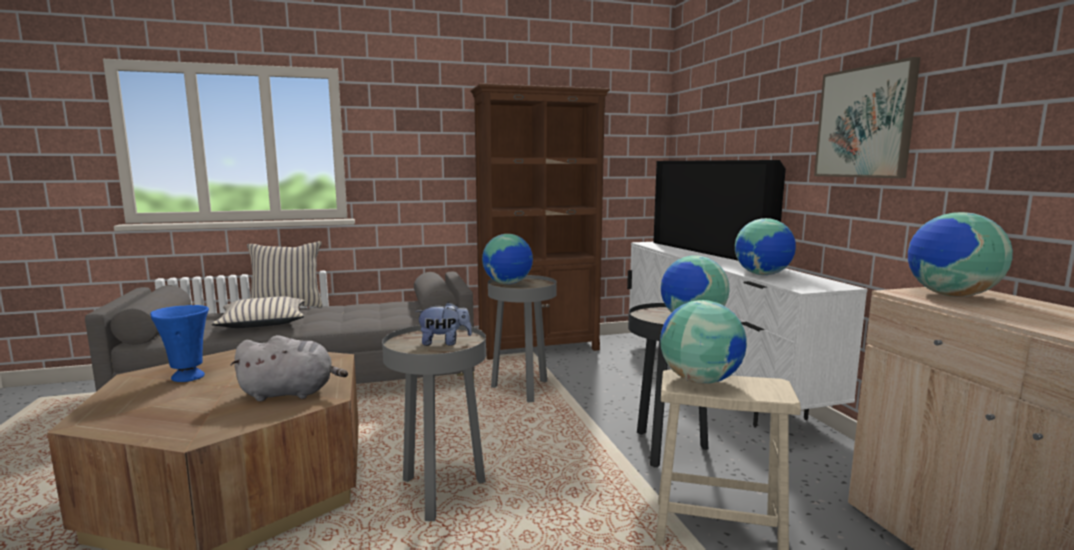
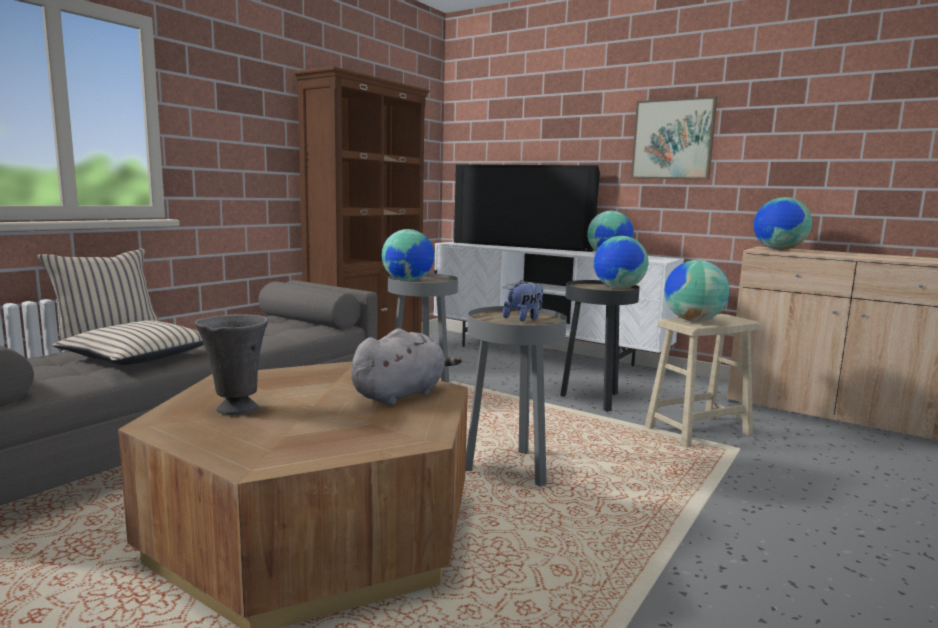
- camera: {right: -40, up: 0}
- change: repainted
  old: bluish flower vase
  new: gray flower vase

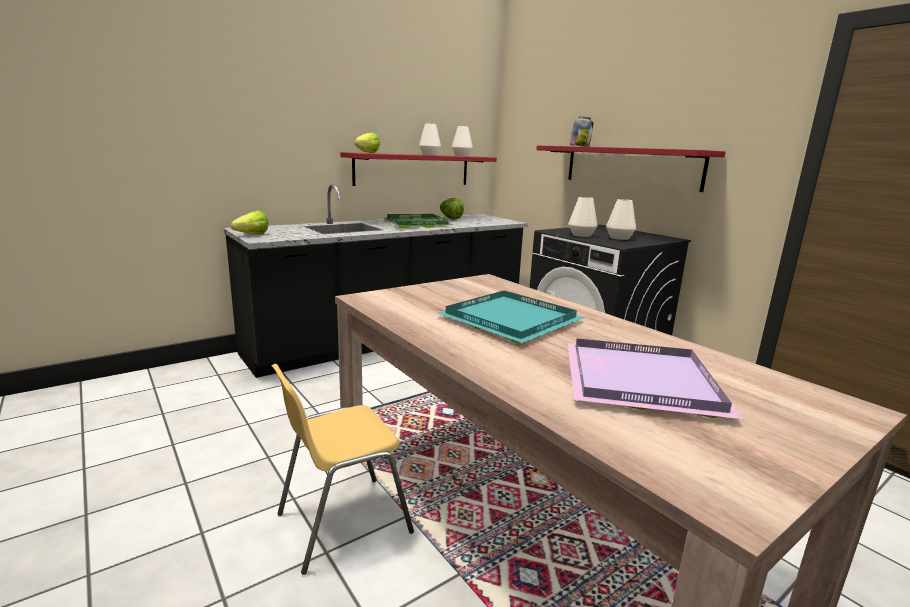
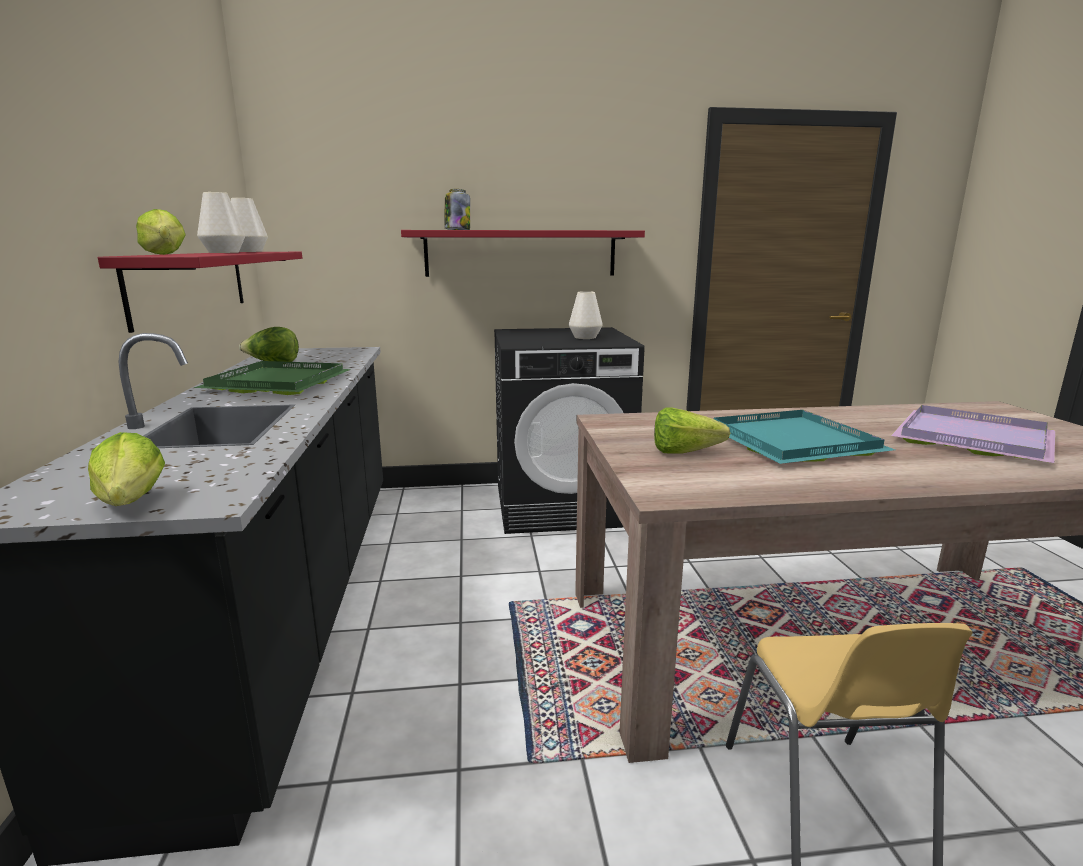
- camera: {right: -60, up: 0}
- change: gone
  old: white-coloured flower vase (no. 3 from left)
- change: new
  new: lettuce (no. 4 from left)

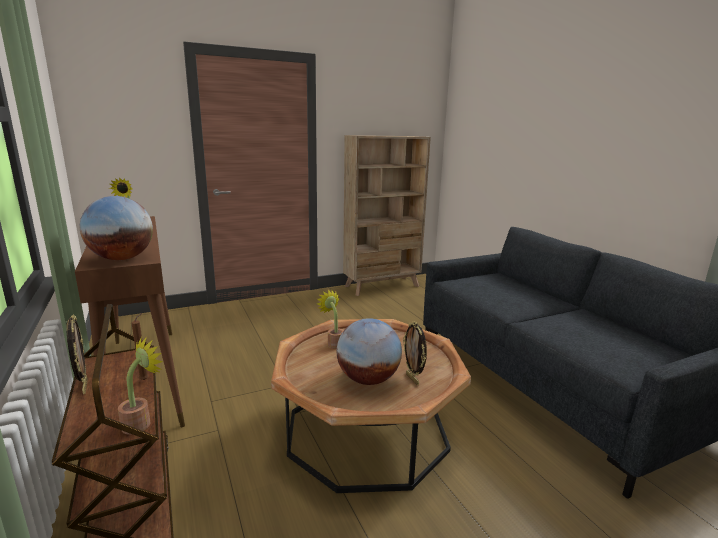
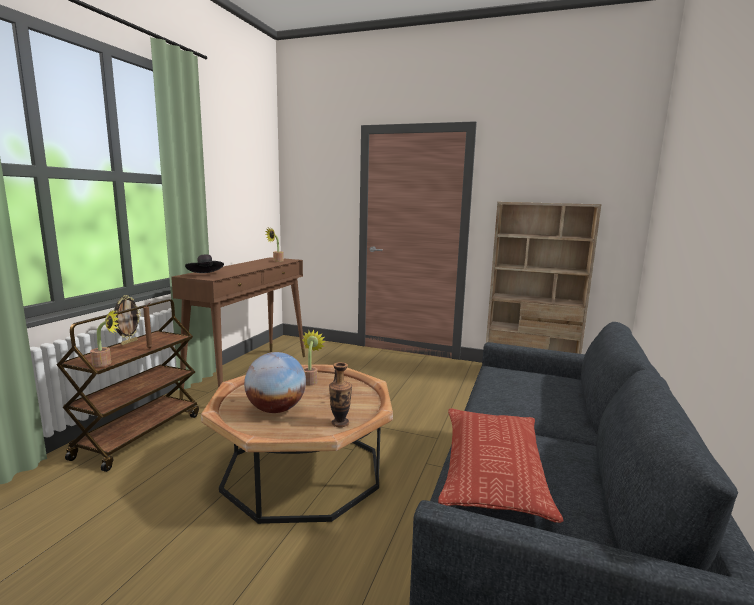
- camera: {right: 45, up: -5}
- change: gone
  old: photo frame (no. 2 from left)
- change: new
  new: flower vase
- change: new
  new: pillow
- change: swapped
  old: globe (no. 1 from left)
  new: black wearable hat

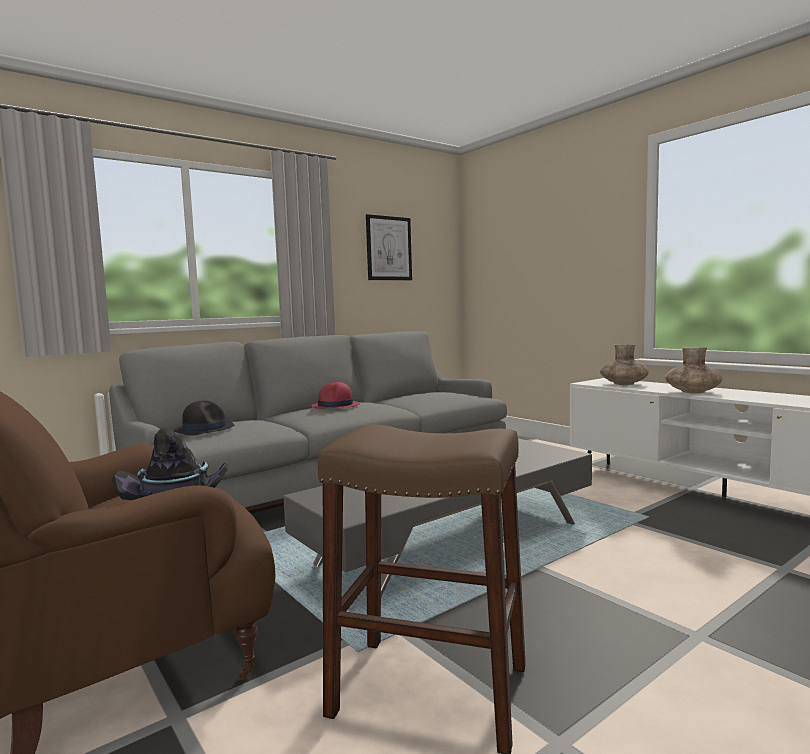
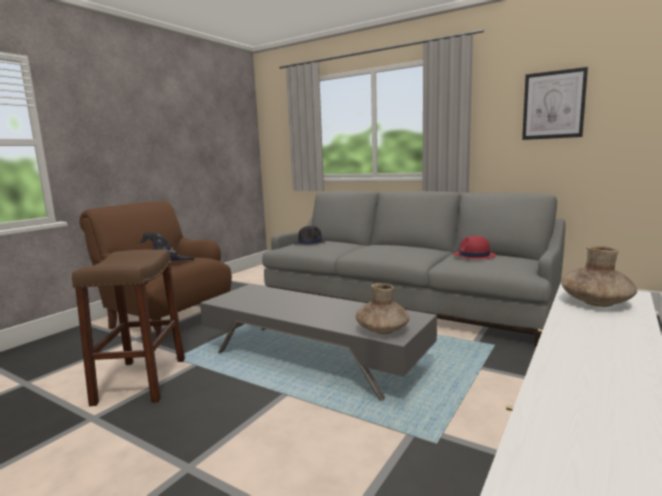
- camera: {right: 70, up: 5}
- change: shifted
  old: red wearable hat
- change: shifted
  old: brown-coloured flower vase (no. 2 from left in the first image)
  new: brown-coloured flower vase (no. 1 from left)

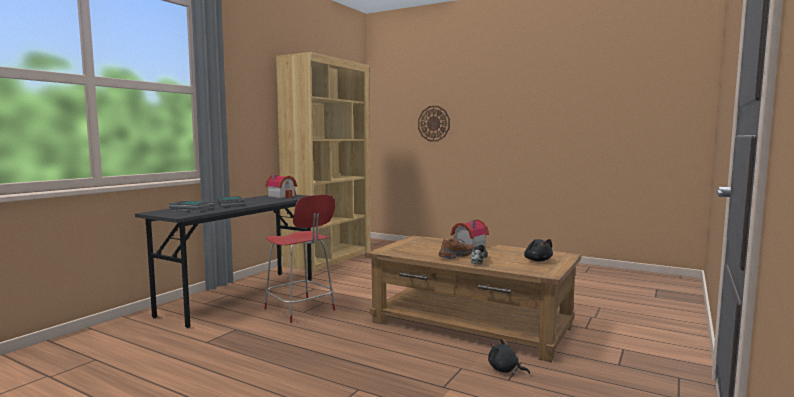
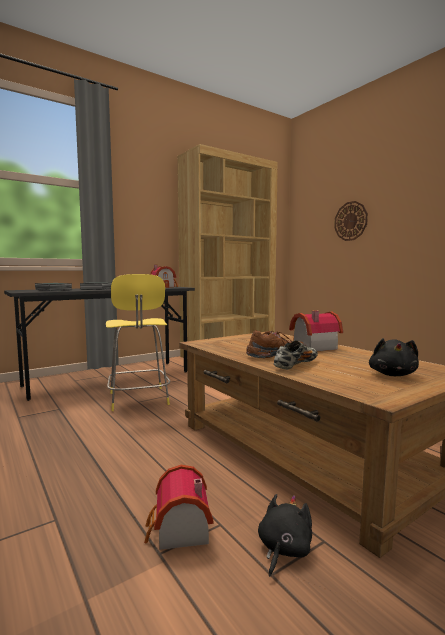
- camera: {right: 25, up: 0}
- change: new
  new: toy house (no. 2 from left)
- change: repainted
  old: red stool
  new: yellow-coloured stool
- change: rotated
  old: black soft toy (no. 1 from left)
  degrees: 60

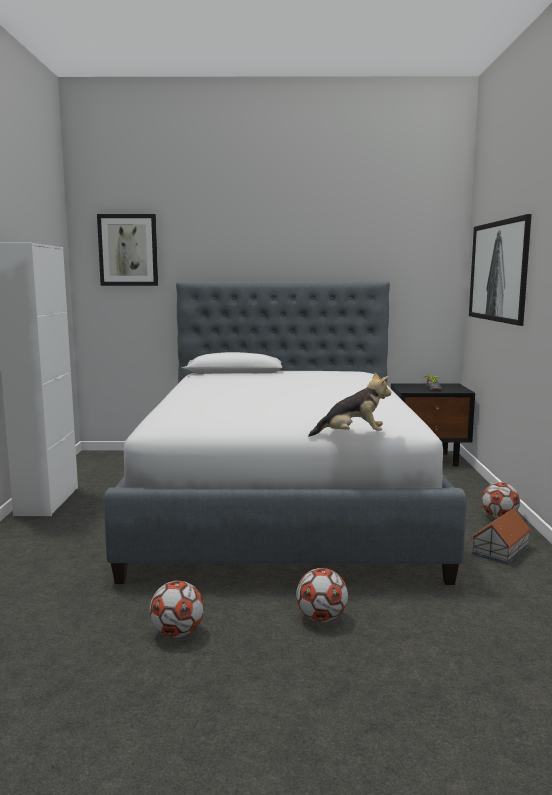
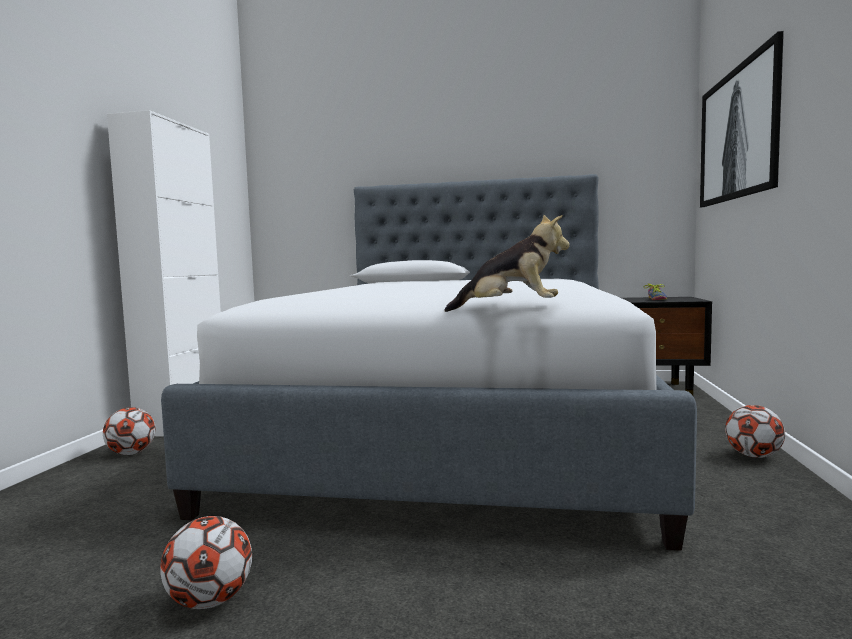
- camera: {right: 10, up: -5}
- change: gone
  old: wall picture (no. 1 from left)
- change: gone
  old: toy house
- change: shifted
  old: ball for football (no. 2 from left in the first image)
  new: ball for football (no. 1 from left)

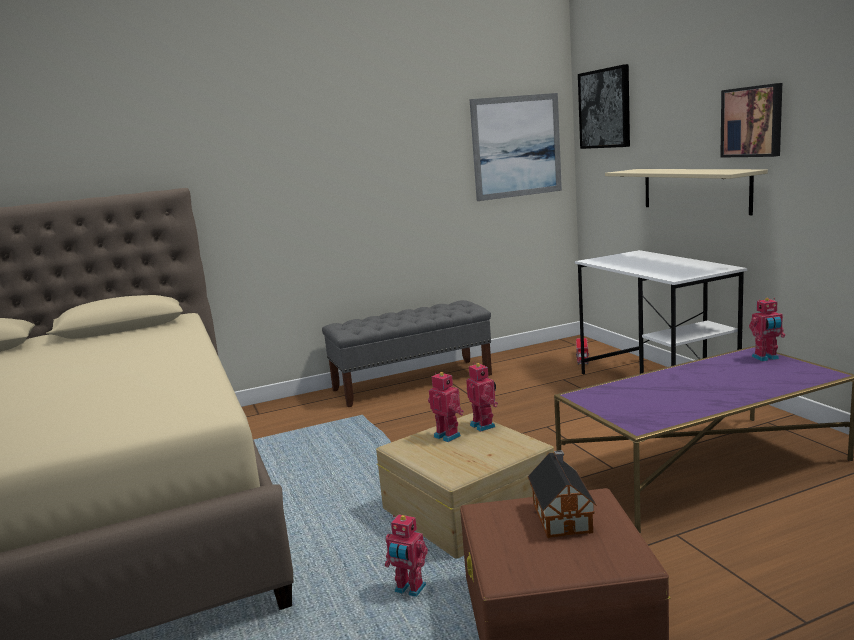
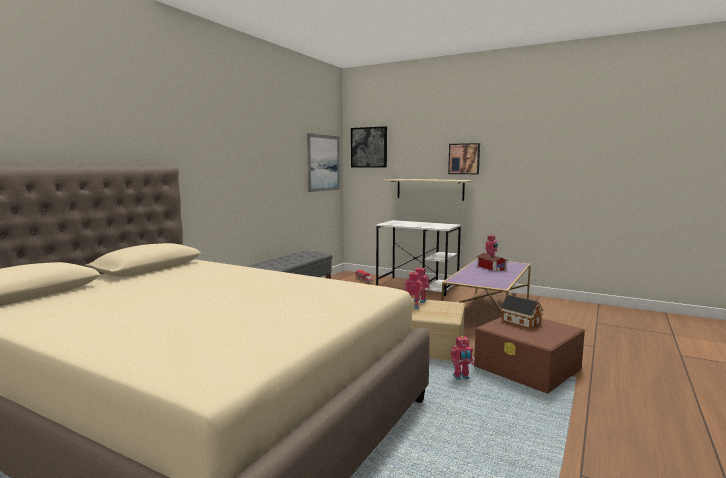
- camera: {right: -40, up: -5}
- change: new
  new: toy house (no. 1 from left)

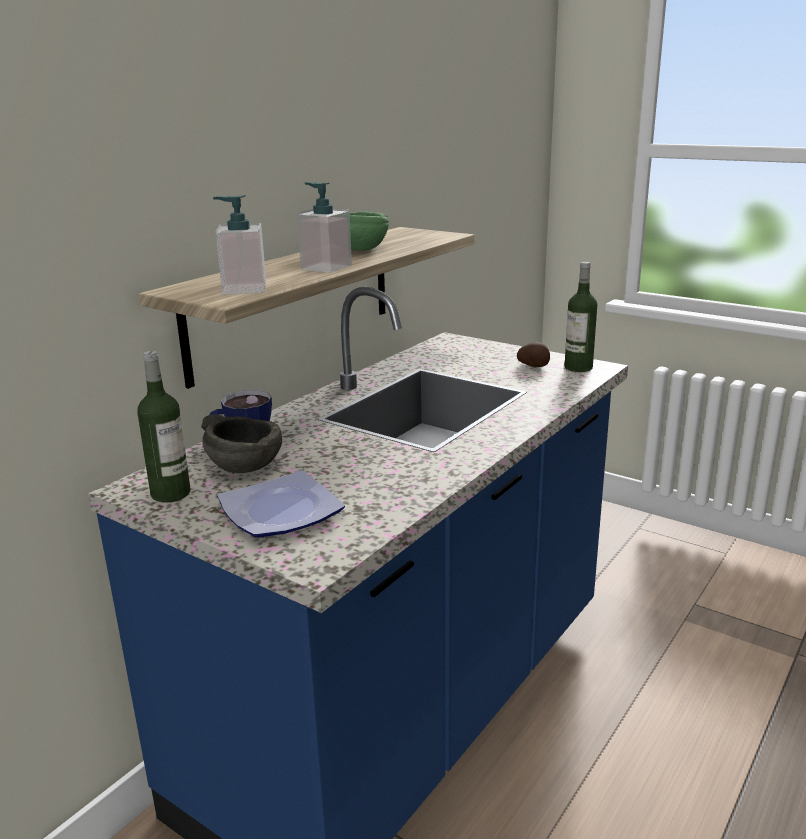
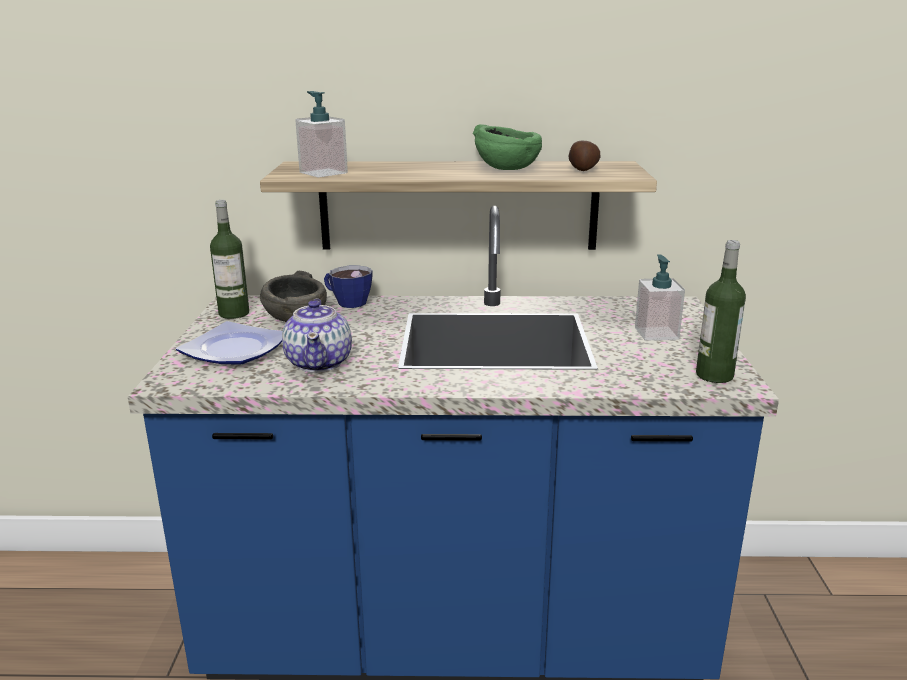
- camera: {right: 55, up: 0}
- change: new
  new: pot for tea
- change: shifted
  old: liquid soap bottle (no. 2 from left)
- change: shifted
  old: spud

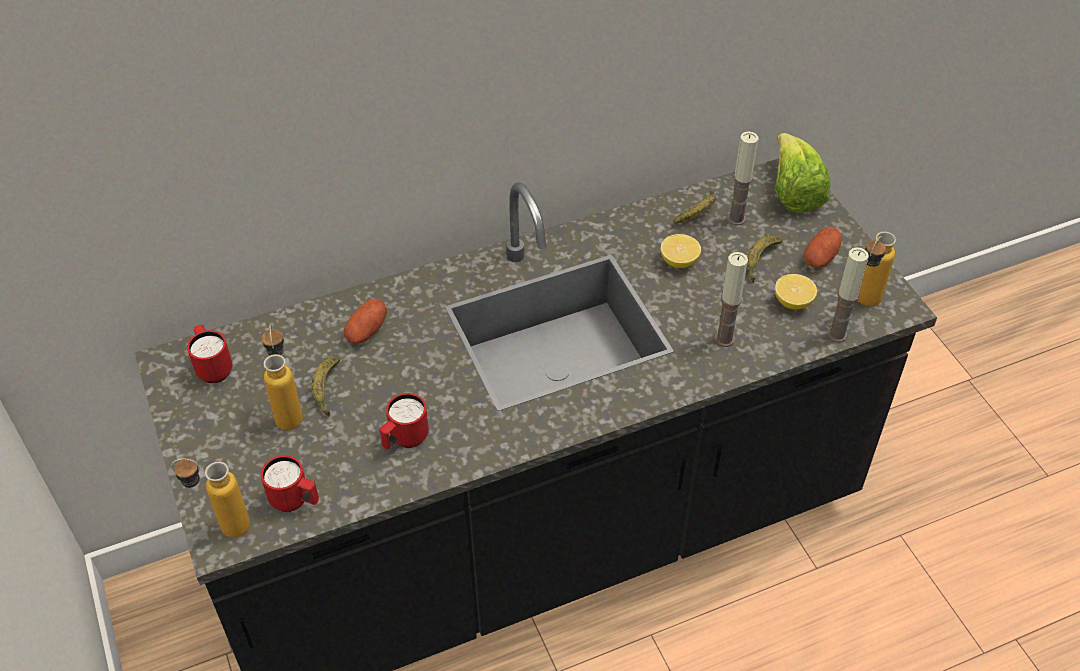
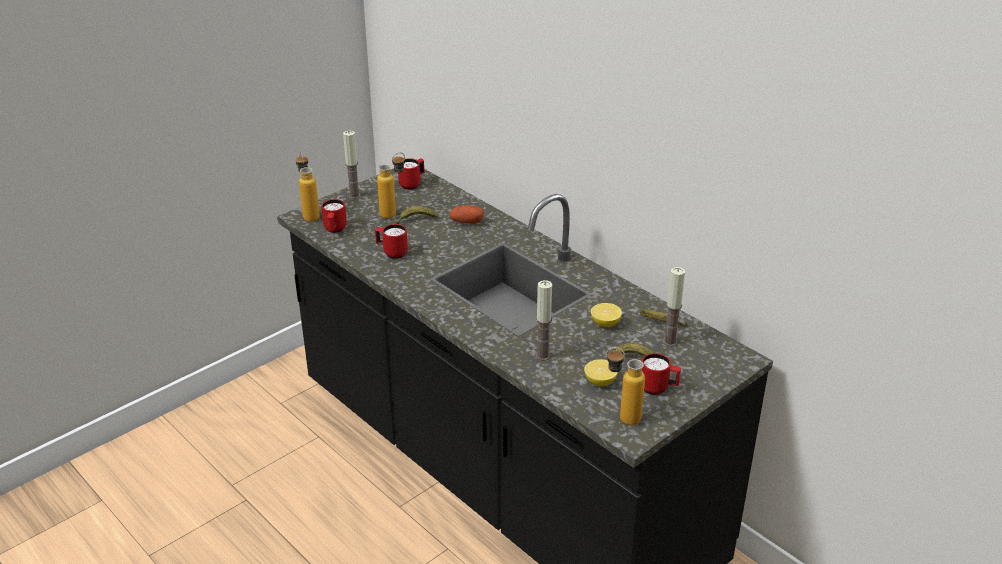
- camera: {right: 70, up: -15}
- change: gone
  old: lettuce
- change: shifted
  old: wax light (no. 3 from left in the first image)
  new: wax light (no. 1 from left)
- change: swapped
  old: spud (no. 2 from left)
  new: red tea mug (no. 4 from left)

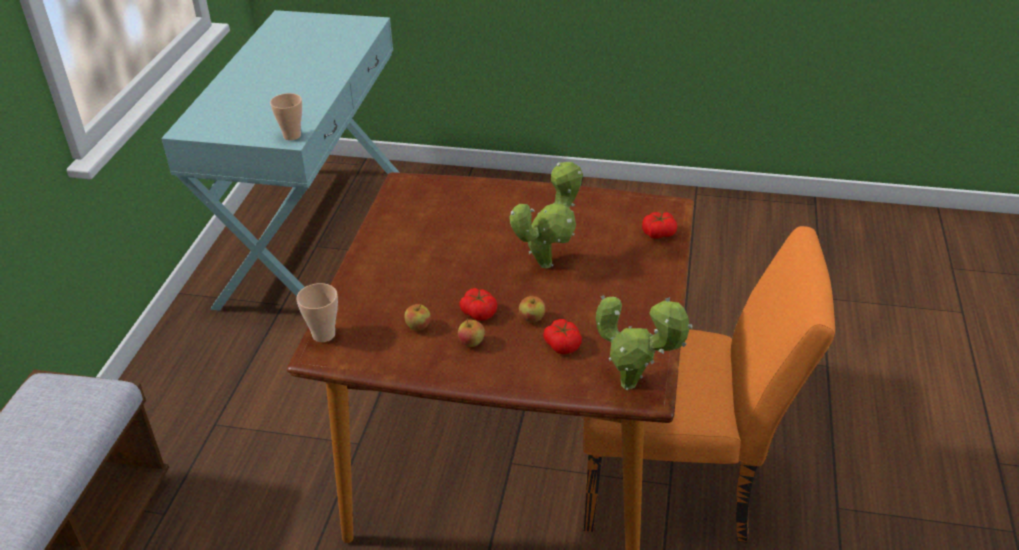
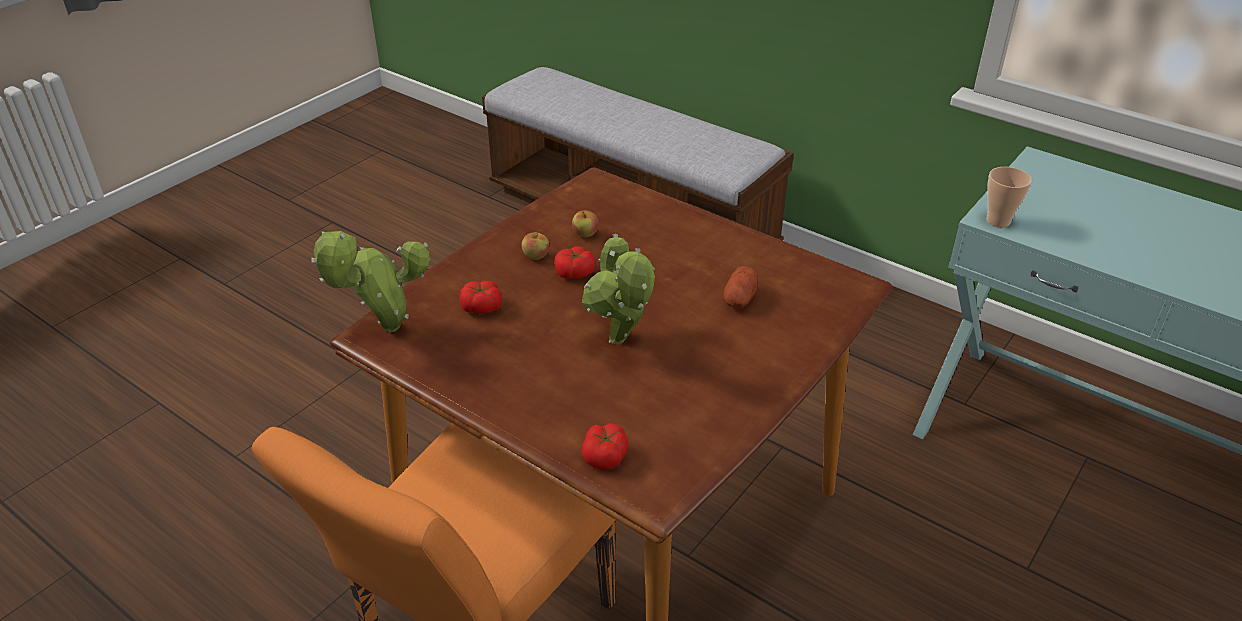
- camera: {right: 115, up: 0}
- change: gone
  old: small cup (no. 2 from left)
- change: gone
  old: apple fruit (no. 3 from left)
- change: new
  new: spud

